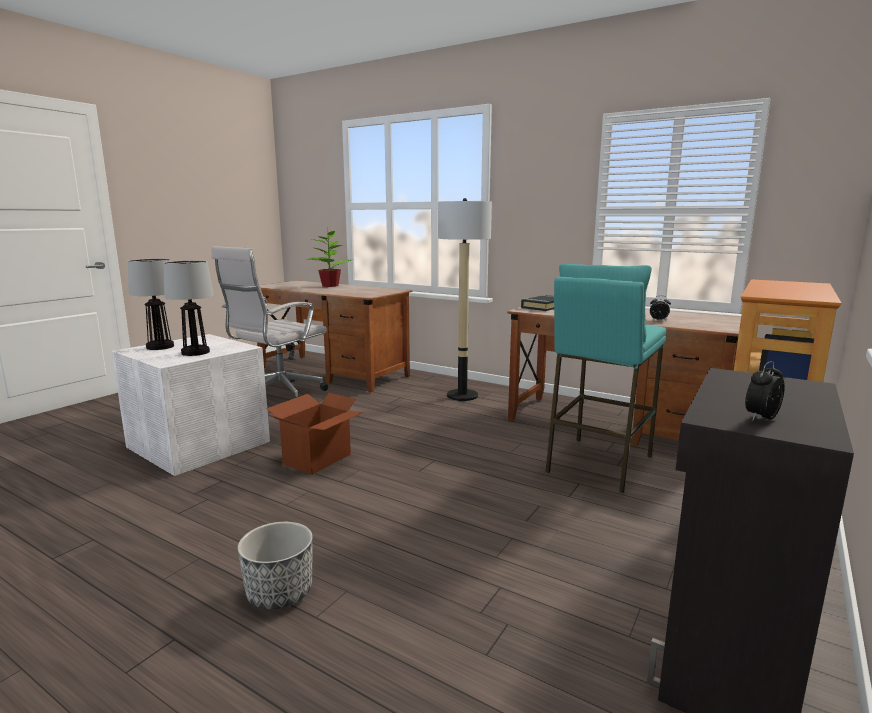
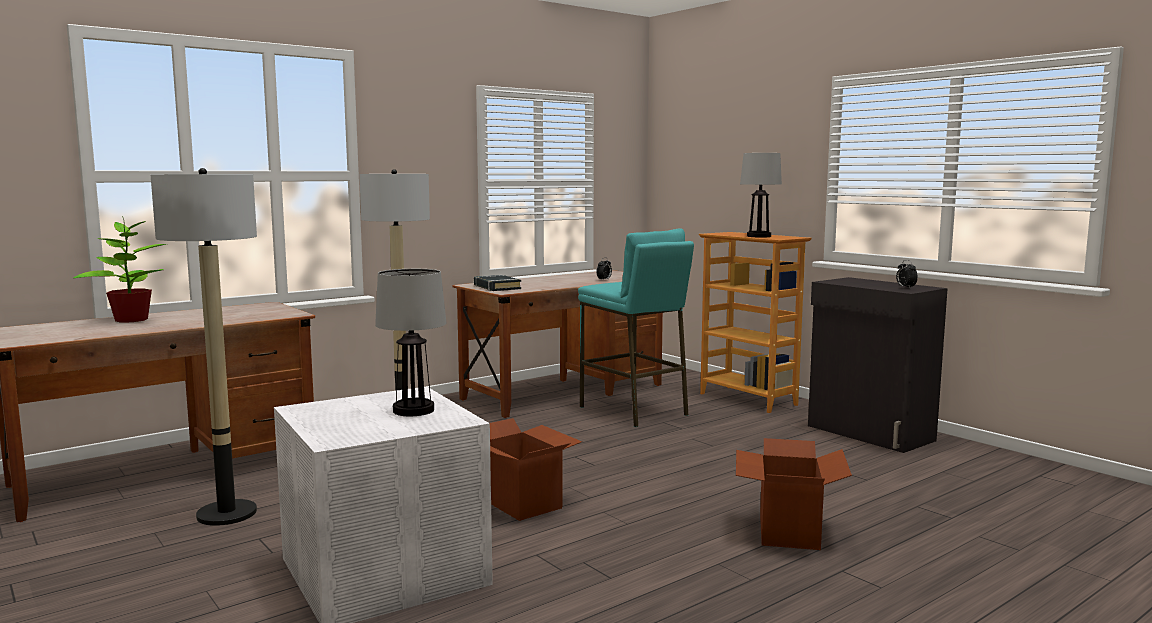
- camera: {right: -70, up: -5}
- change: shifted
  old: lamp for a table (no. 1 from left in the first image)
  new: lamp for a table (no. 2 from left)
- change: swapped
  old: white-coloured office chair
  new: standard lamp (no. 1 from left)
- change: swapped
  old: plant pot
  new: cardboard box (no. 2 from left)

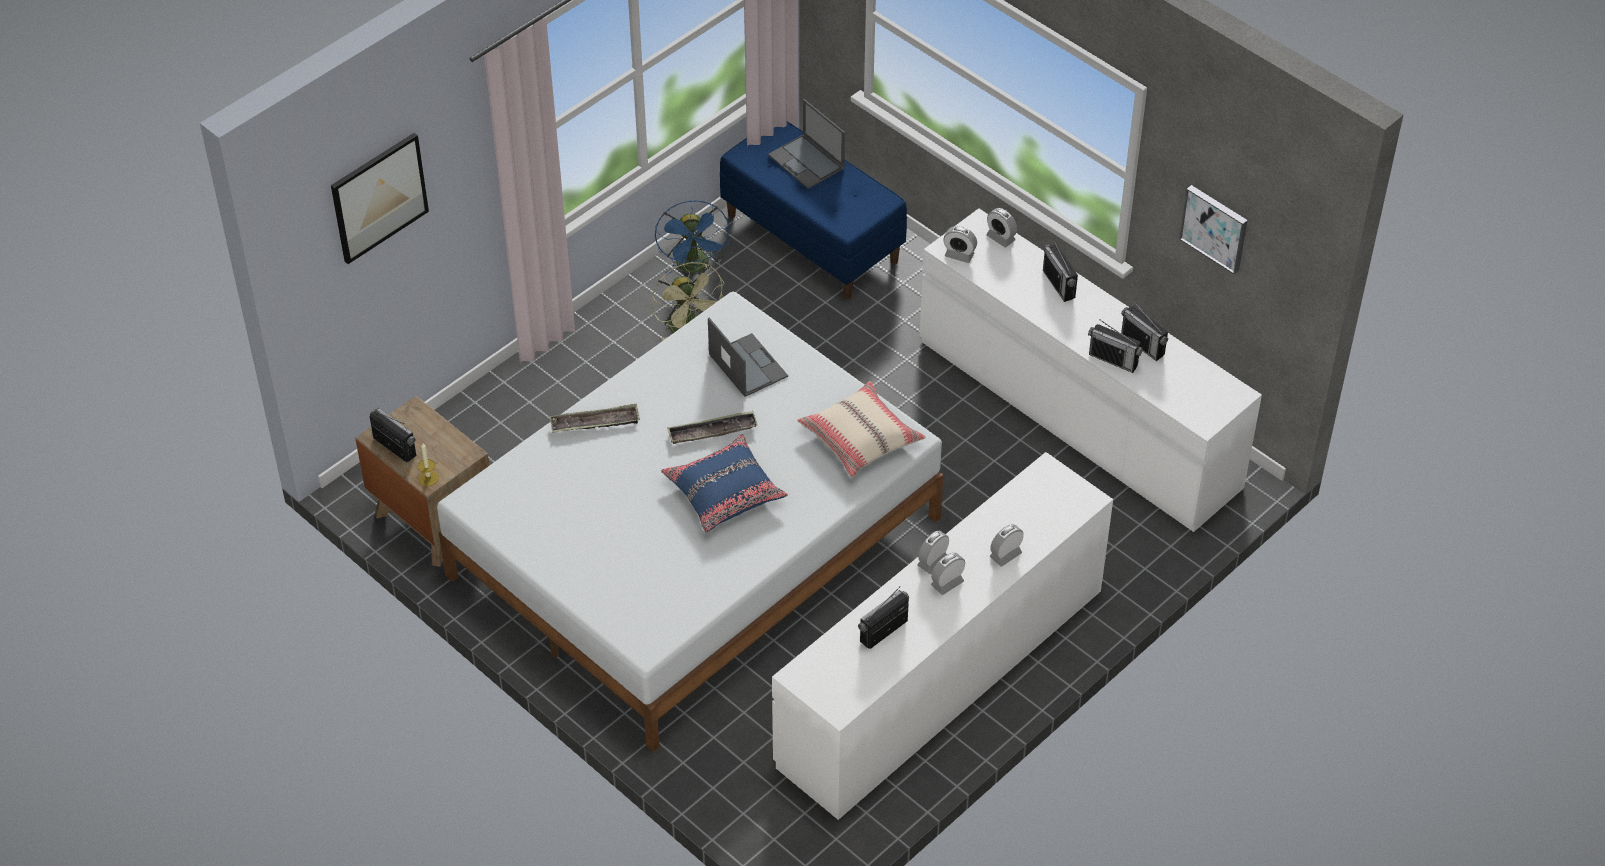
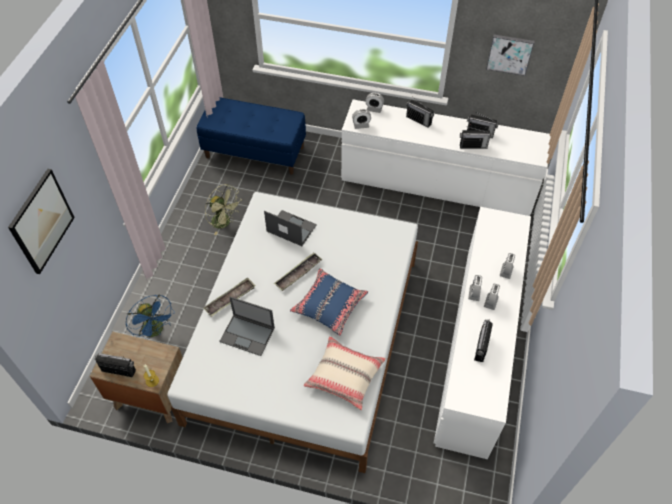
- camera: {right: -30, up: 5}
- change: shifted
  old: bluish electric fan
- change: shifted
  old: portable computer (no. 2 from left in the first image)
  new: portable computer (no. 1 from left)
- change: shifted
  old: sand-coloured pillow

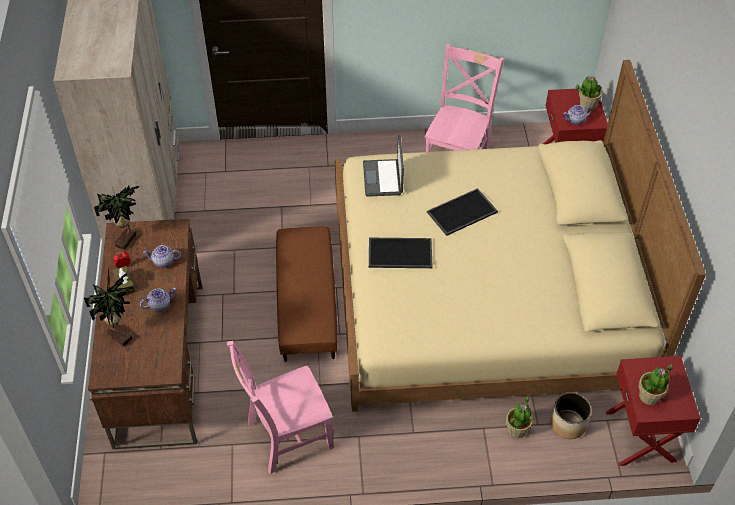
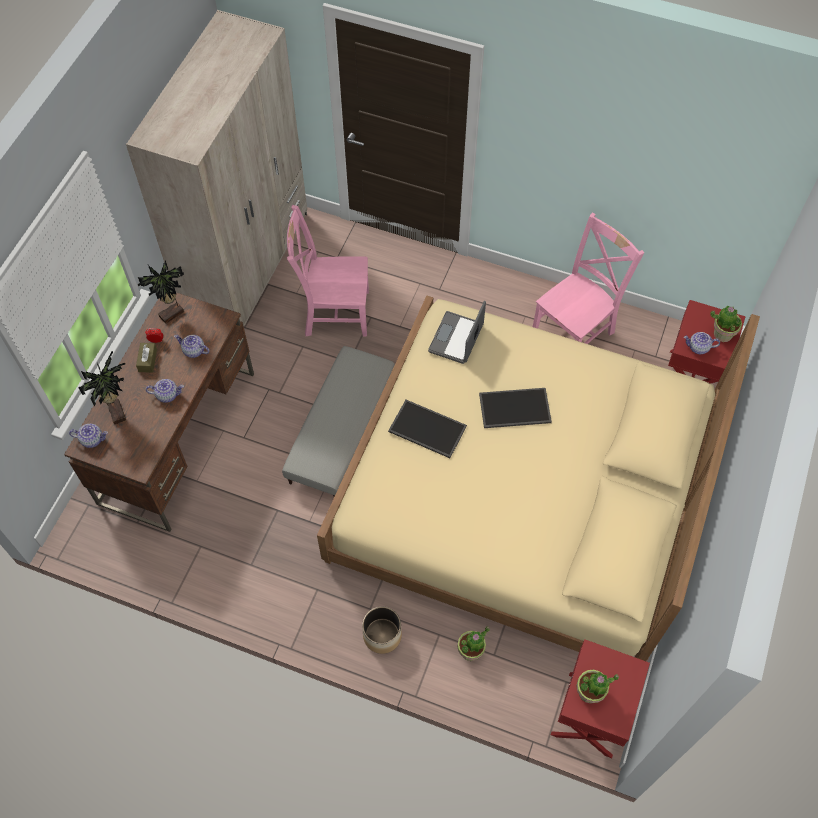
- camera: {right: 25, up: 10}
- change: new
  new: pot for tea (no. 1 from left)
- change: shifted
  old: pink chair (no. 1 from left)
- change: shifted
  old: plant pot
- change: repainted
  old: brown-coloured footrest
  new: gray footrest

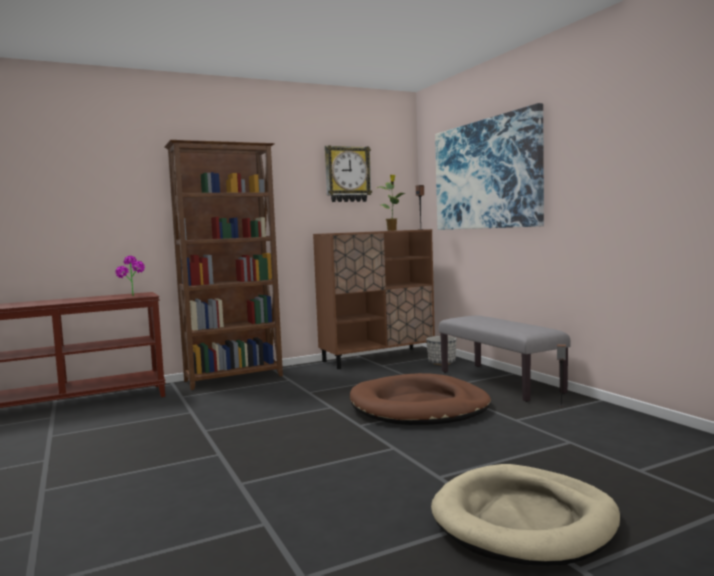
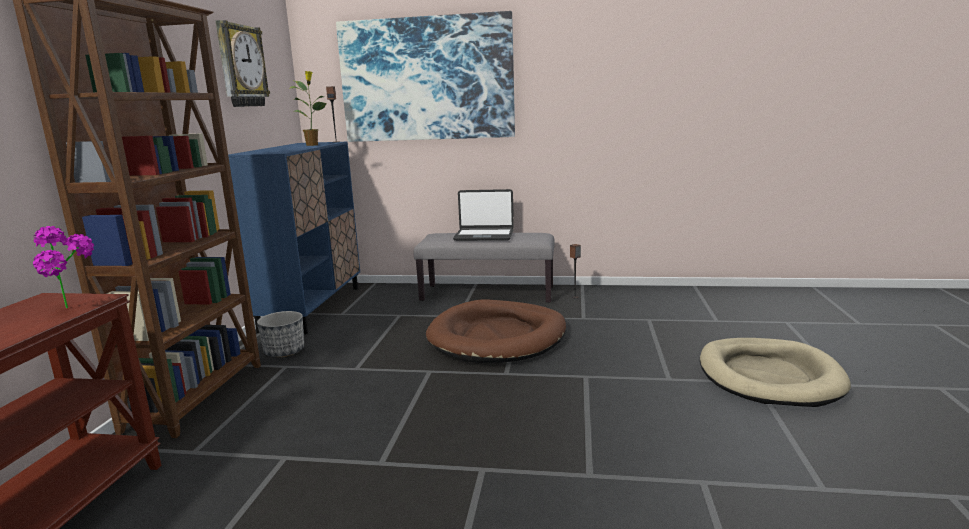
- camera: {right: -55, up: 10}
- change: new
  new: portable computer
- change: shifted
  old: plant pot
- change: repainted
  old: brown-coloured cabinet
  new: bluish cabinet

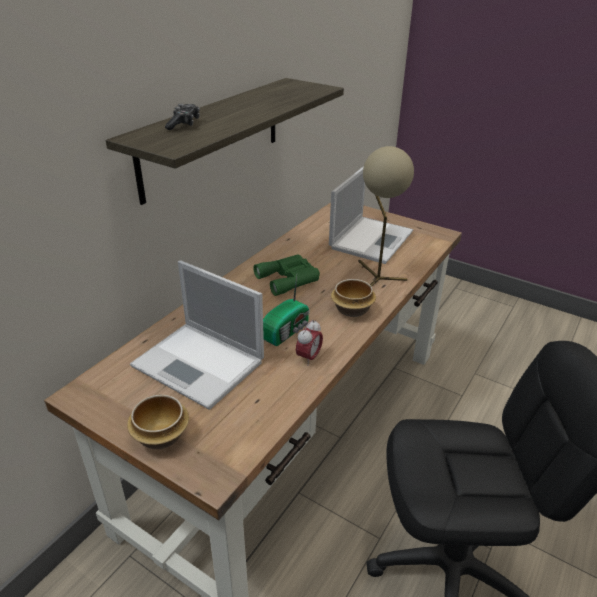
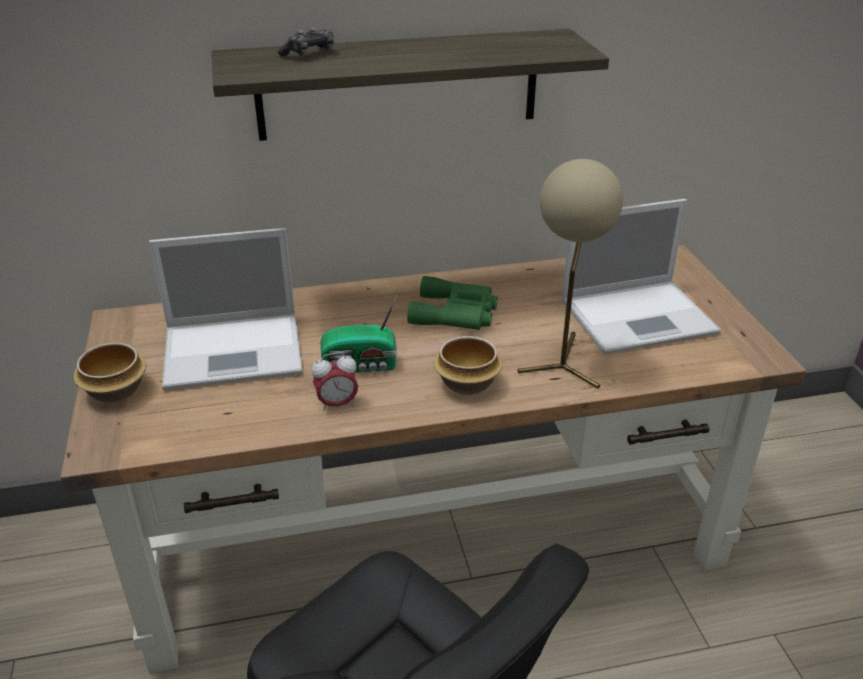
- camera: {right: 45, up: 0}
- change: rotated
  old: portable computer (no. 1 from left)
  degrees: -90

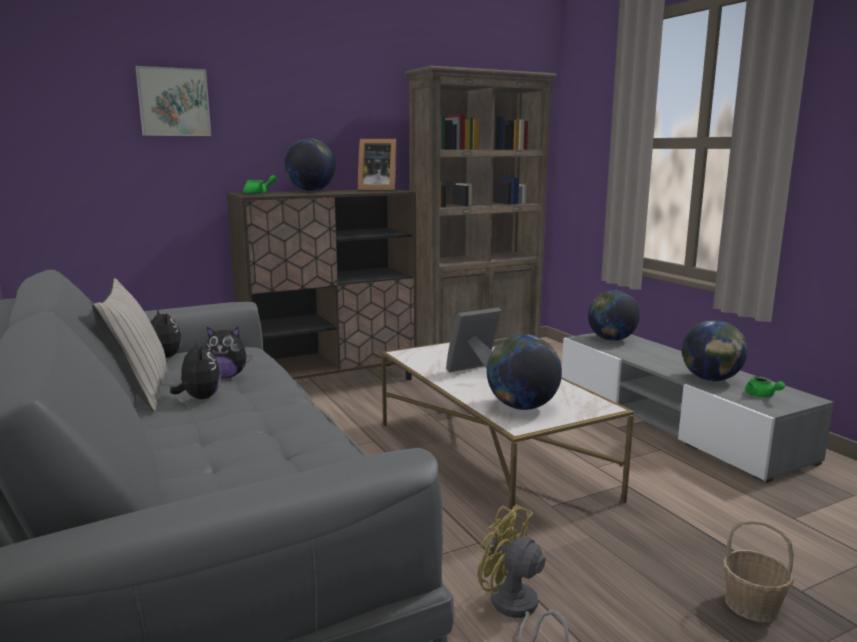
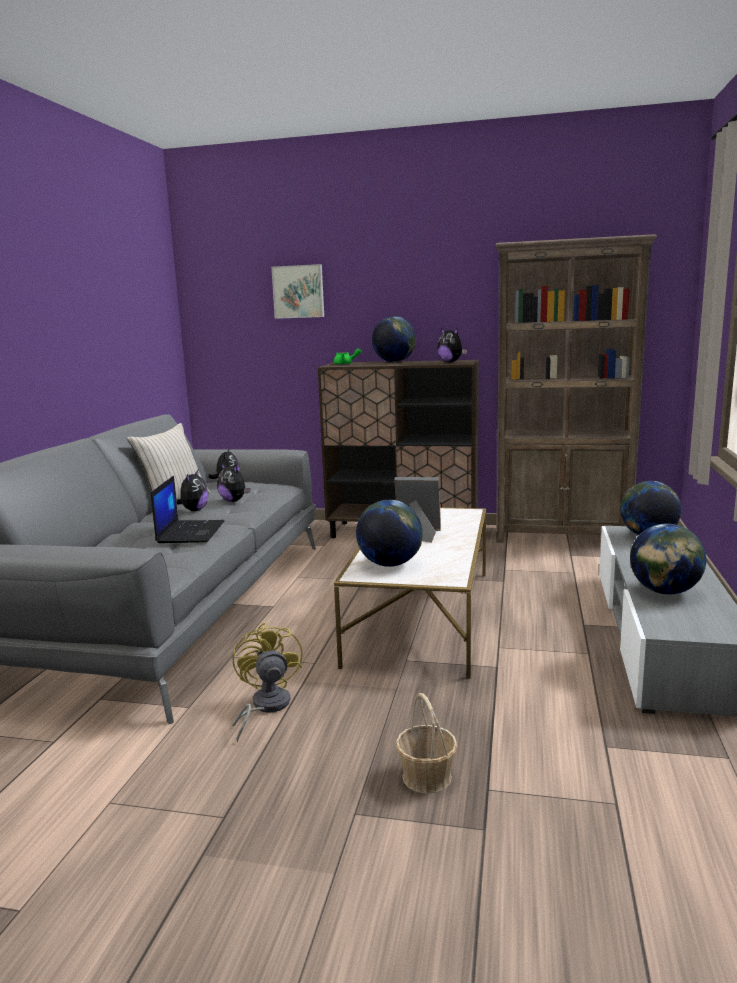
- camera: {right: 40, up: 0}
- change: gone
  old: green pot for tea (no. 2 from left)
- change: new
  new: portable computer
- change: swapped
  old: photo frame (no. 1 from left)
  new: soft toy (no. 4 from left)

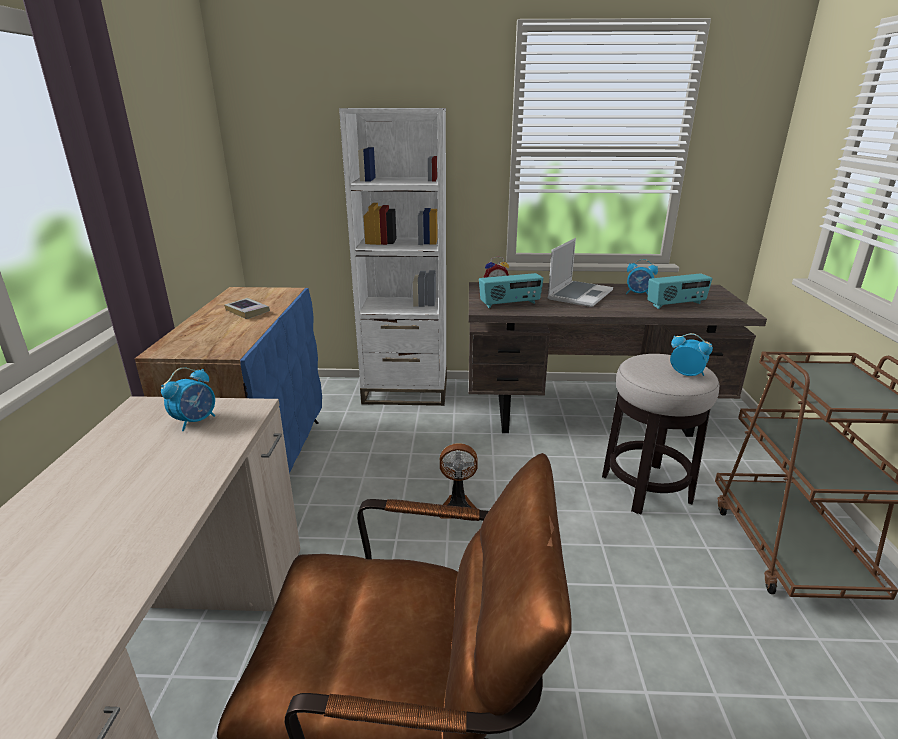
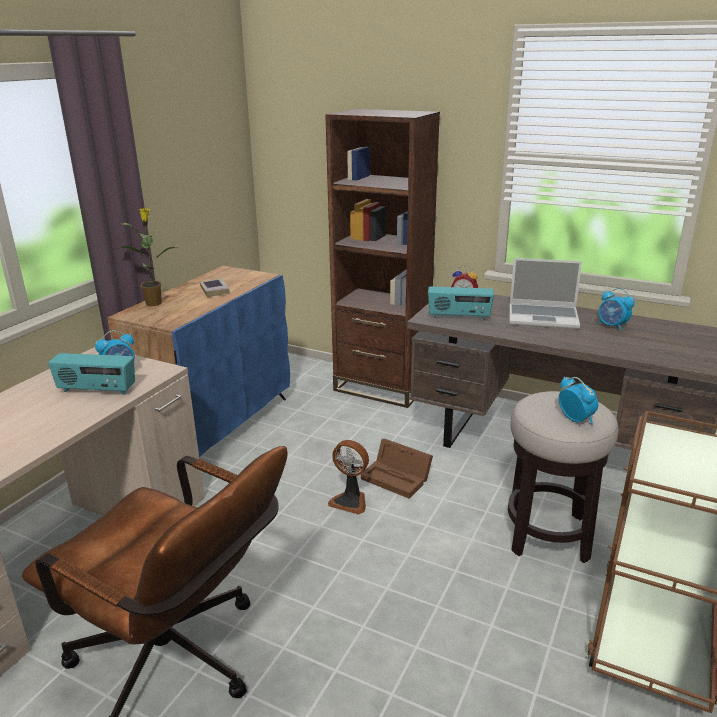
- camera: {right: 25, up: 0}
- change: new
  new: houseplant
- change: new
  new: brown-coloured storage container
- change: shifted
  old: radio set (no. 2 from left in the first image)
  new: radio set (no. 1 from left)
- change: repainted
  old: white-coloured shelving unit
  new: brown-coloured shelving unit
- change: rotated
  old: portable computer
  degrees: 45

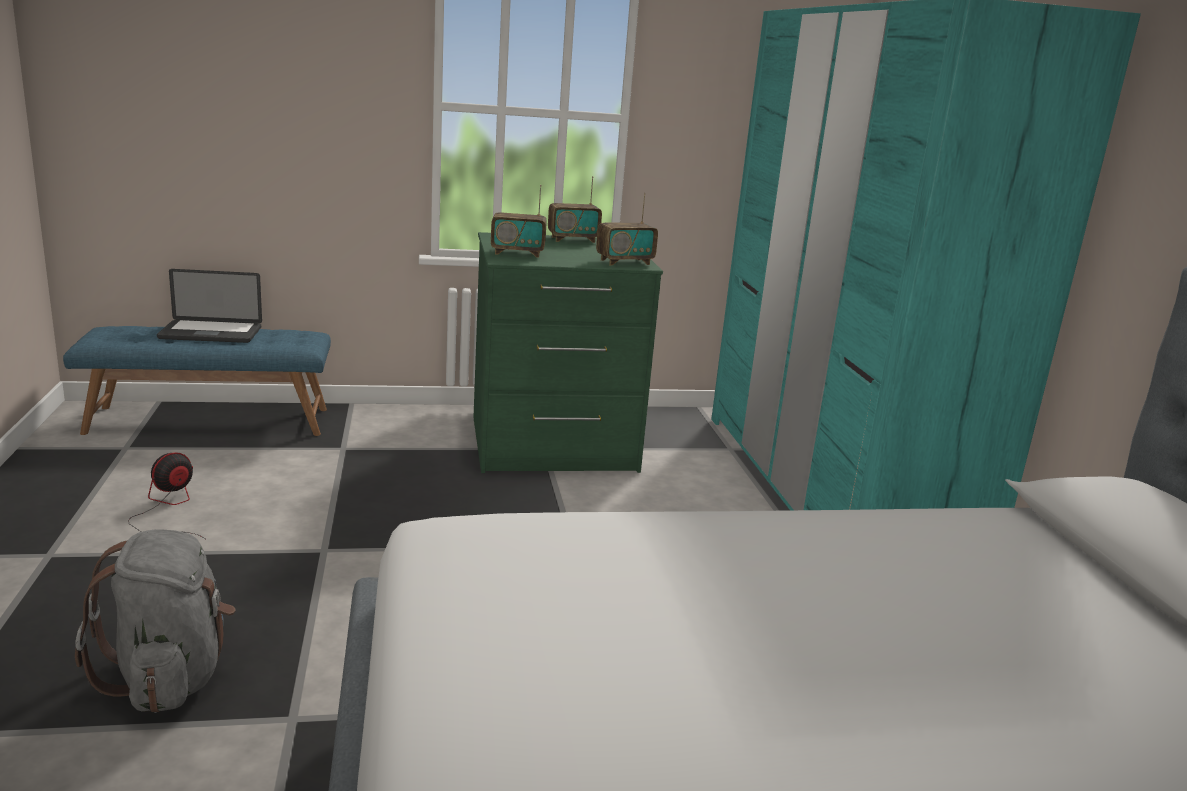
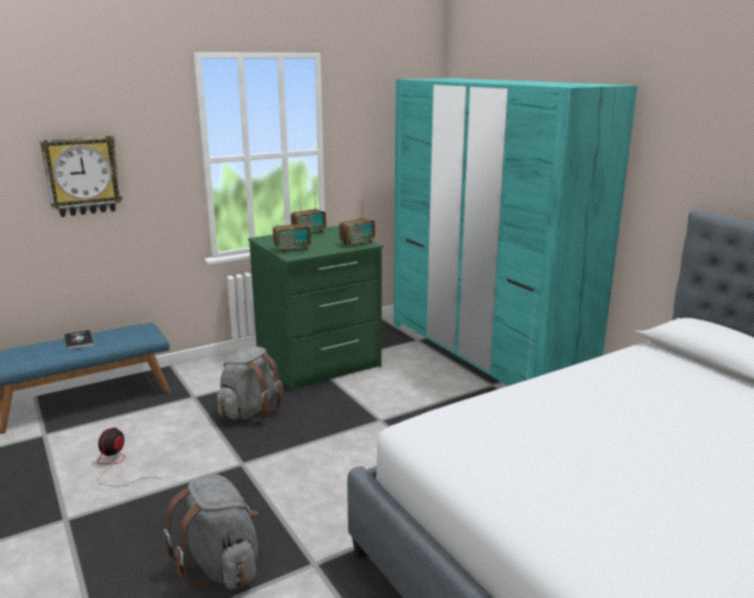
- camera: {right: -20, up: 0}
- change: new
  new: hanging clock
- change: new
  new: gray rucksack (no. 2 from left)
- change: swapped
  old: portable computer
  new: bound book

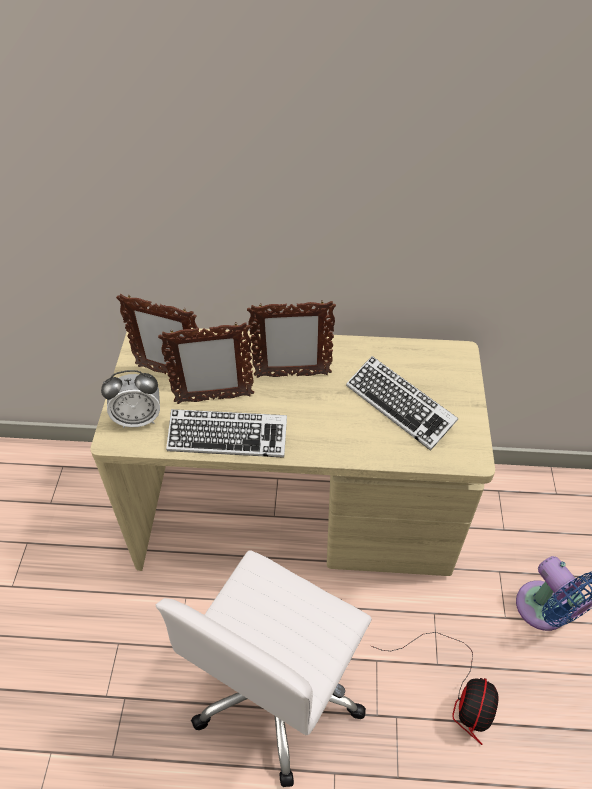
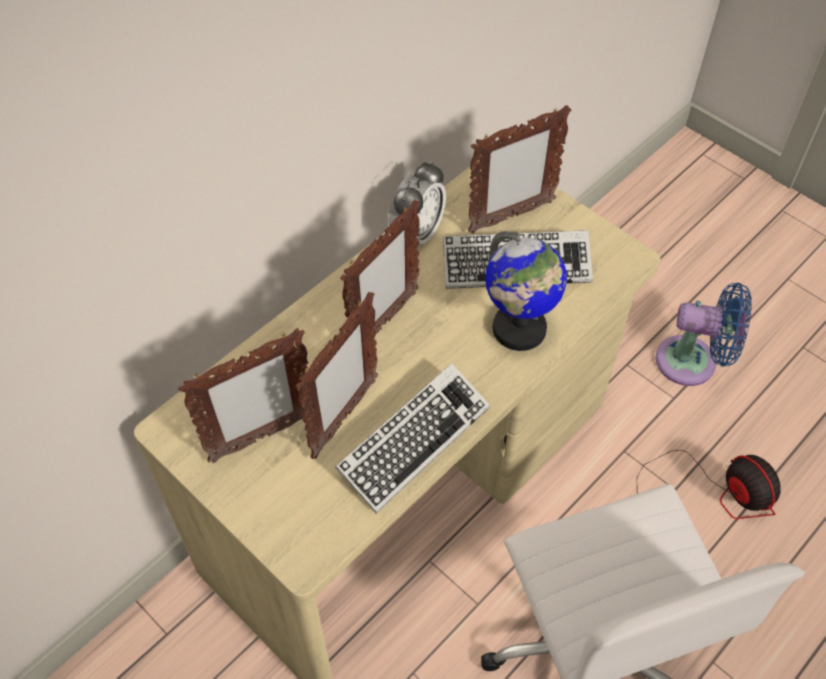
- camera: {right: -50, up: 5}
- change: new
  new: photo frame (no. 4 from left)
- change: new
  new: globe
- change: shifted
  old: bedside clock

